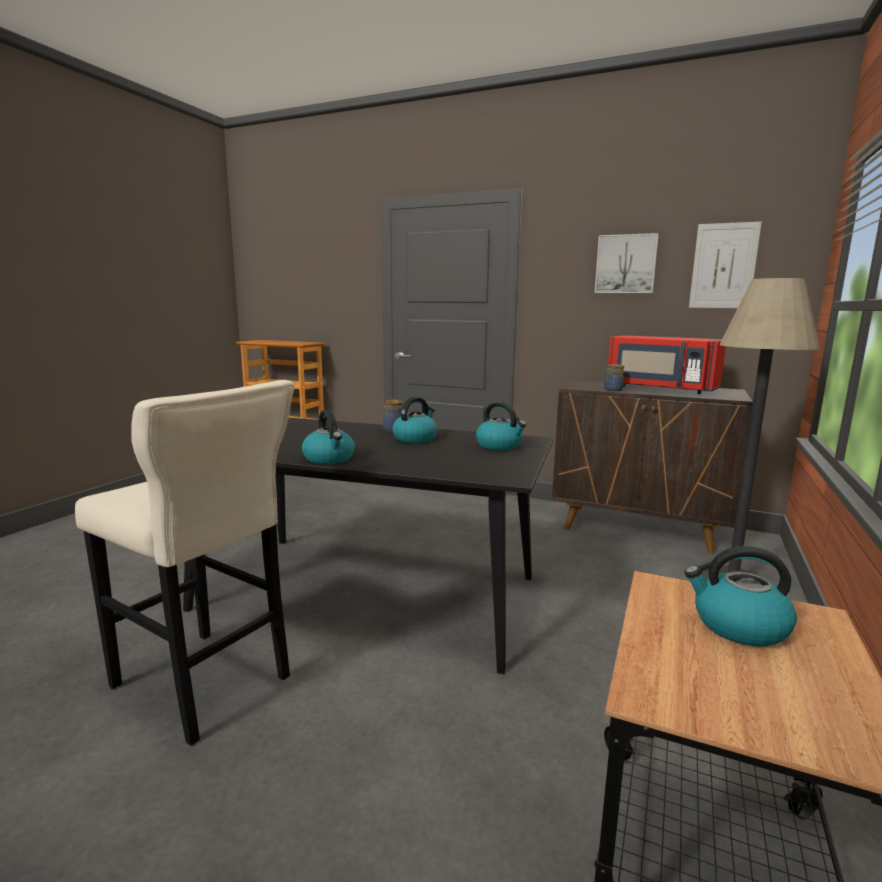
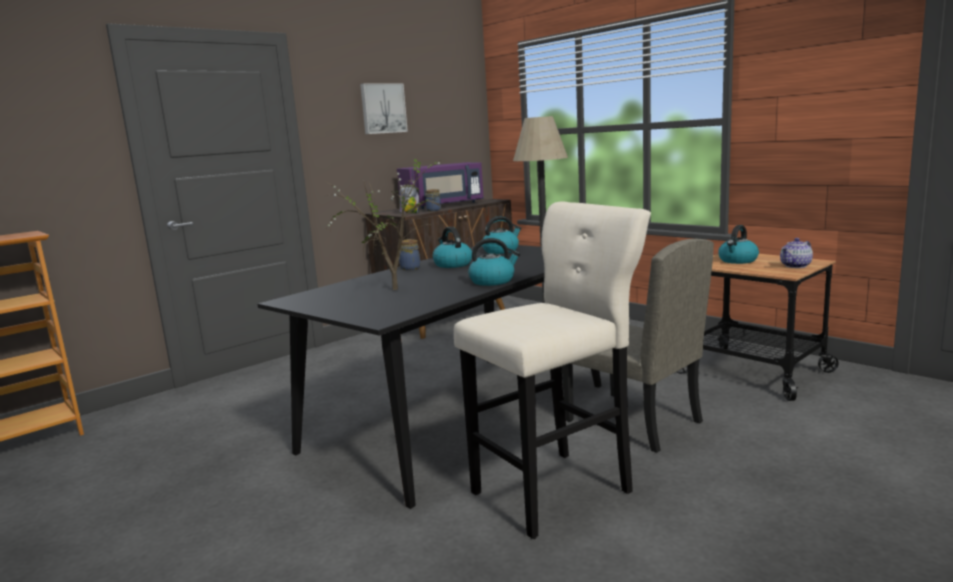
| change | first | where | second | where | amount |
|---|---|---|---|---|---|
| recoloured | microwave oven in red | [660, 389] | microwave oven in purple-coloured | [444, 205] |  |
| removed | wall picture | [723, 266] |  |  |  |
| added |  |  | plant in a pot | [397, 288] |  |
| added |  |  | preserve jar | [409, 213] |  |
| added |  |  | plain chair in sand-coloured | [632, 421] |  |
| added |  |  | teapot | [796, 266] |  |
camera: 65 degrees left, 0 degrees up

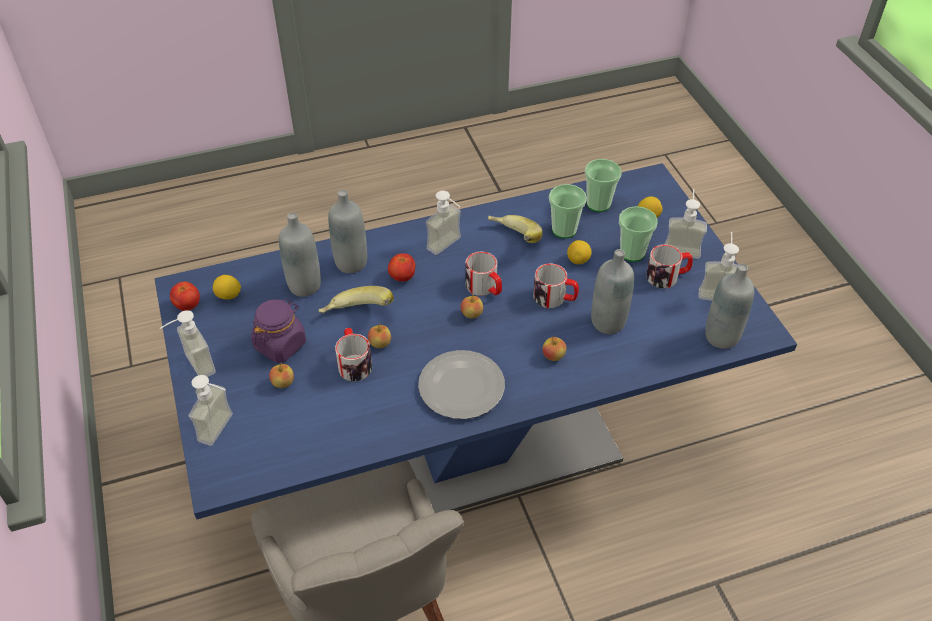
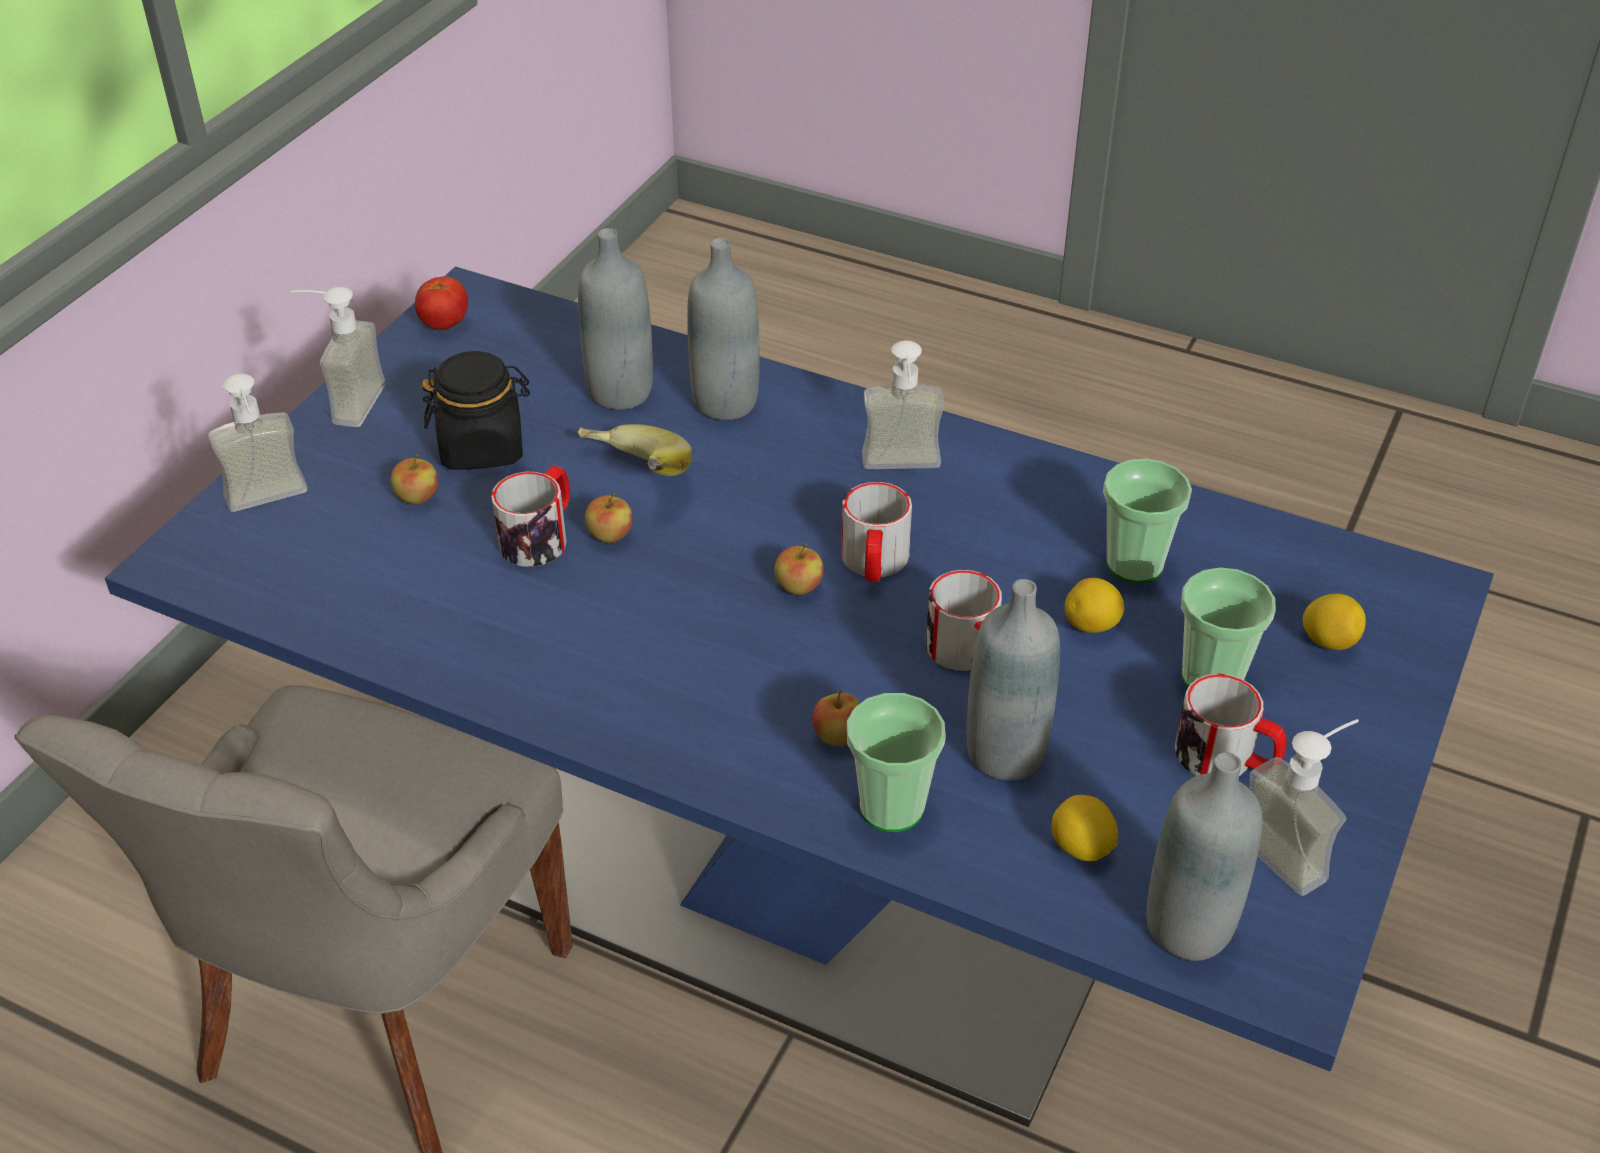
| change | first | where | second | where | amount |
|---|---|---|---|---|---|
| moved | whole lemon | [228, 296] |  | [1081, 848] |  |
| recoloured | preserve jar in purple-coloured | [280, 345] | preserve jar in black-coloured | [483, 447] |  |
| removed | whole tomato | [402, 277] |  |  |  |
| removed | plate | [461, 388] |  |  |  |
| removed | banana | [512, 241] |  |  |  |
| moved | cup | [598, 204] |  | [891, 807] |  |
| removed | soap dispenser | [682, 246] |  |  |  |
camera: 45 degrees right, 5 degrees down

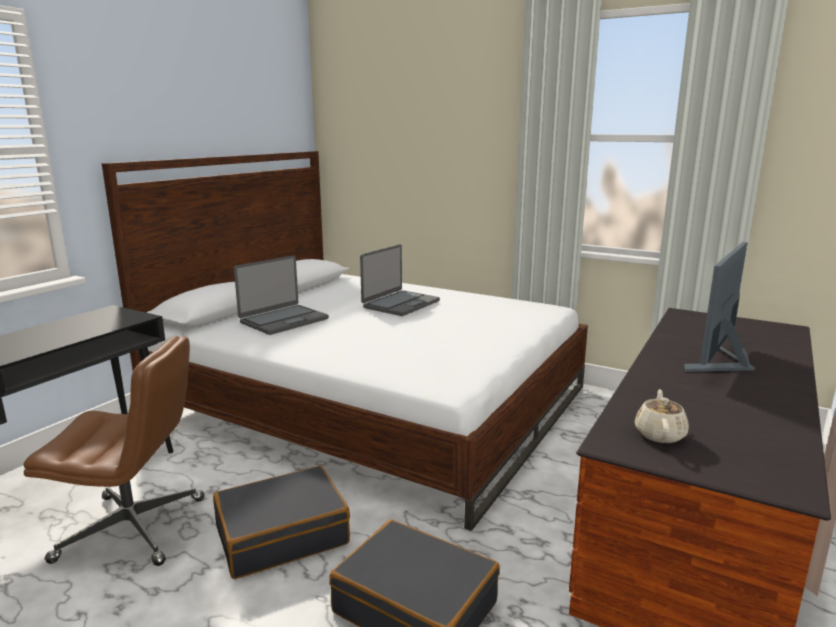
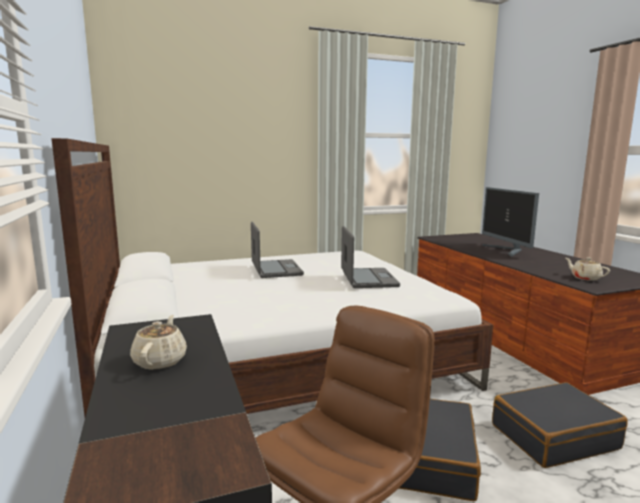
| change | first | where | second | where | amount |
|---|---|---|---|---|---|
| moved | laptop | [283, 320] |  | [368, 279] |  |
| added |  |  | teapot in sand-coloured | [160, 360] |  |
camera: 50 degrees left, 5 degrees down

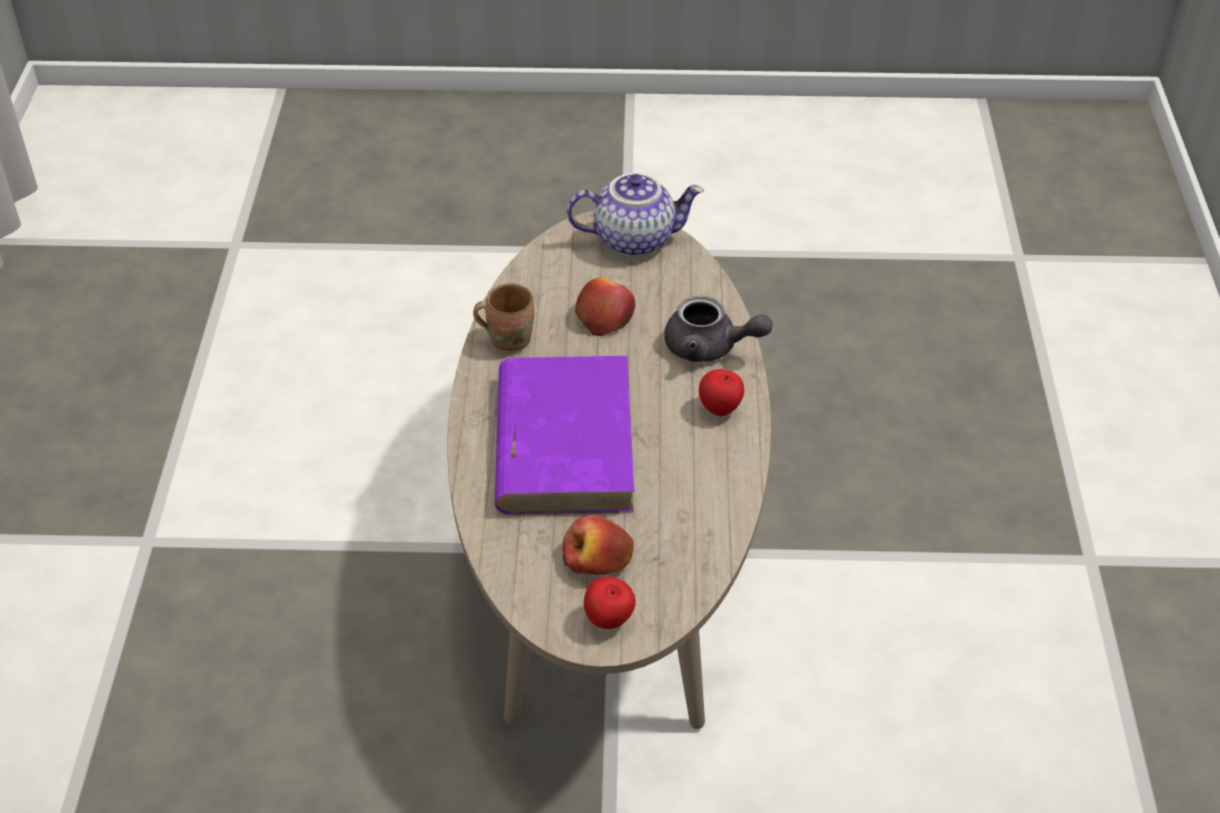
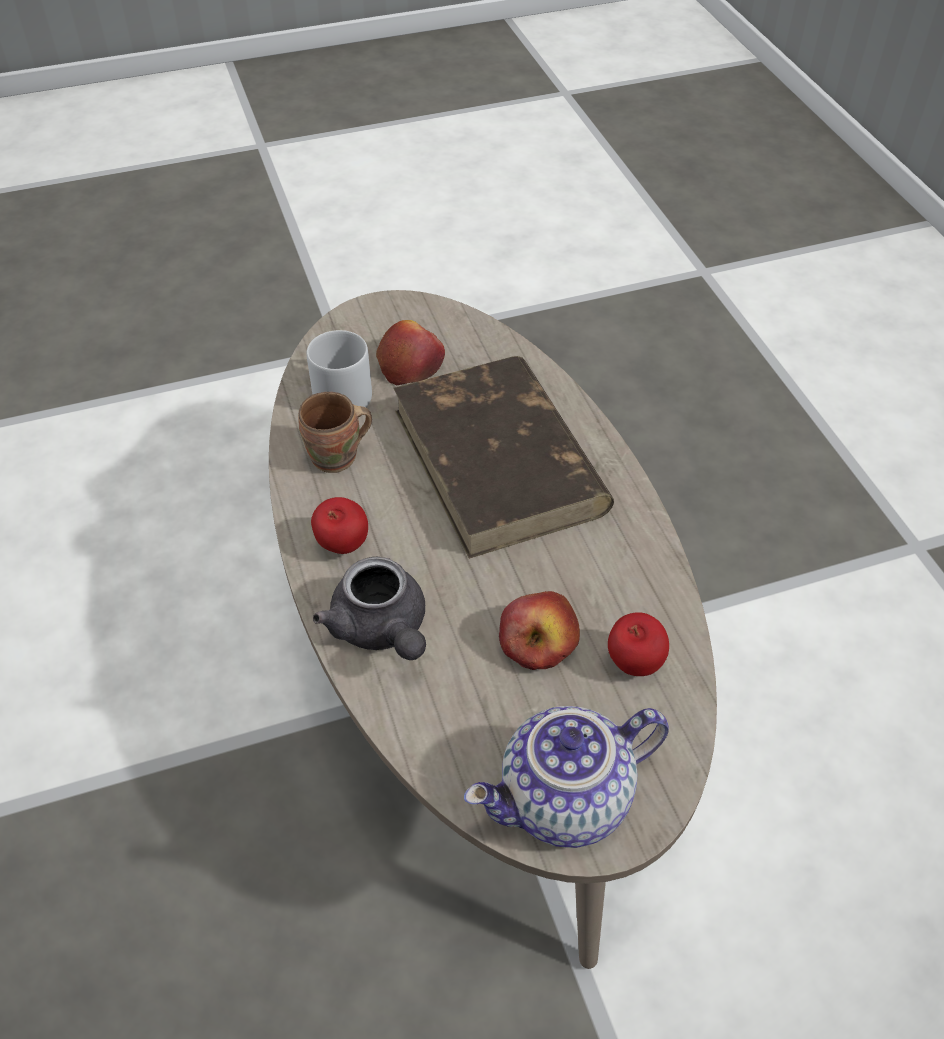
| change | first | where | second | where | amount |
|---|---|---|---|---|---|
| moved | mug in brownish | [508, 339] |  | [337, 458] |  |
| recoloured | volume in purple-coloured | [564, 441] | volume in brownish | [499, 462] |  |
| moved | apple fruit | [609, 621] |  | [633, 663] |  |
| turned | teapot in greyish | [710, 348] |  | [382, 630] | 120 degrees counterclockwise |
| added |  |  | mug in greyish | [342, 392] |  |
camera: 160 degrees right, 5 degrees up

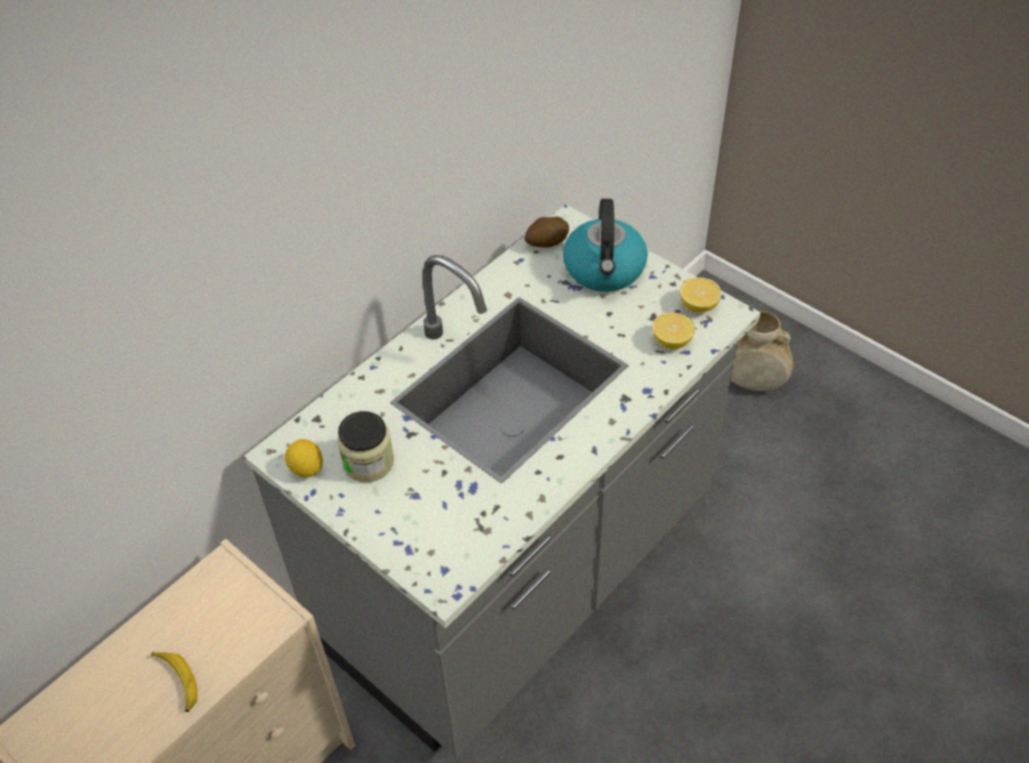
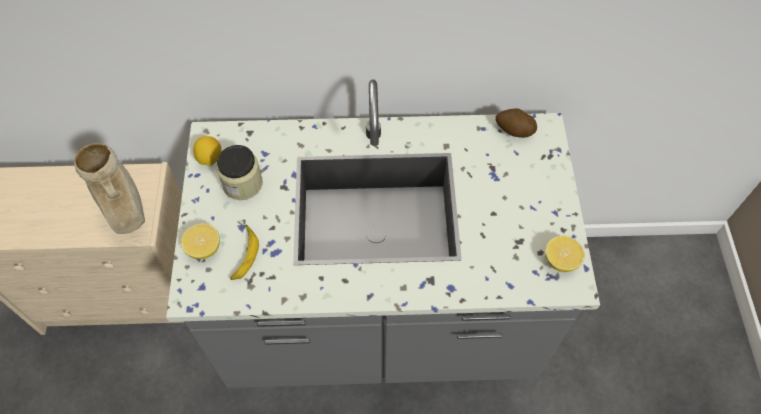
| change | first | where | second | where | amount |
|---|---|---|---|---|---|
| moved | banana | [178, 682] |  | [244, 255] |  |
| removed | kettle | [604, 270] |  |  |  |
| moved | whole lemon | [671, 341] |  | [204, 248] |  |
| moved | flower vase in sand-coloured | [752, 383] |  | [128, 214] |  |
camera: 45 degrees right, 10 degrees up

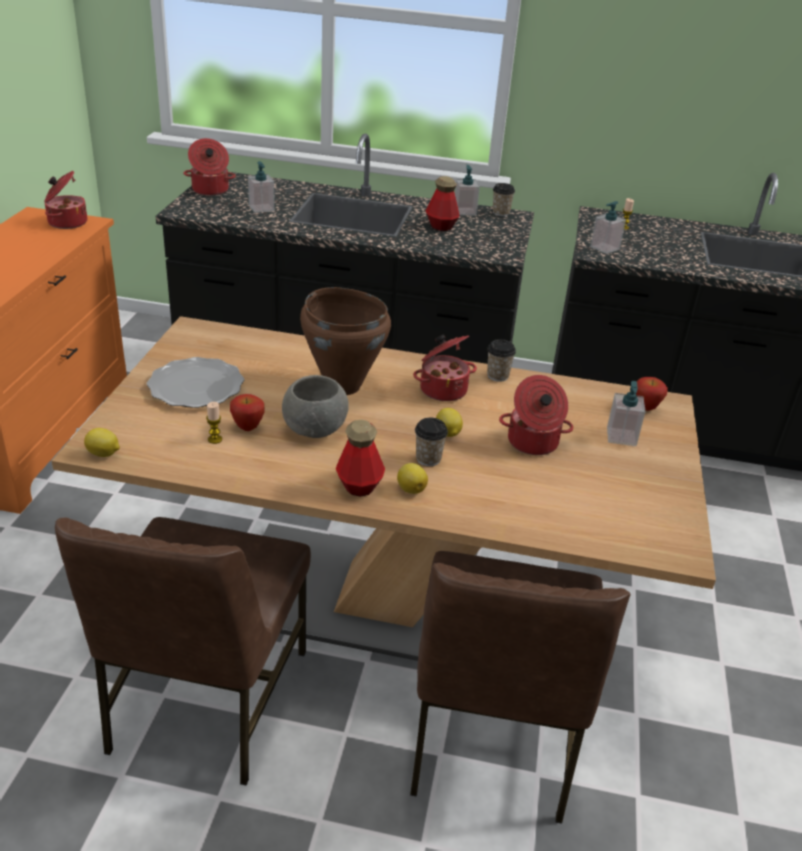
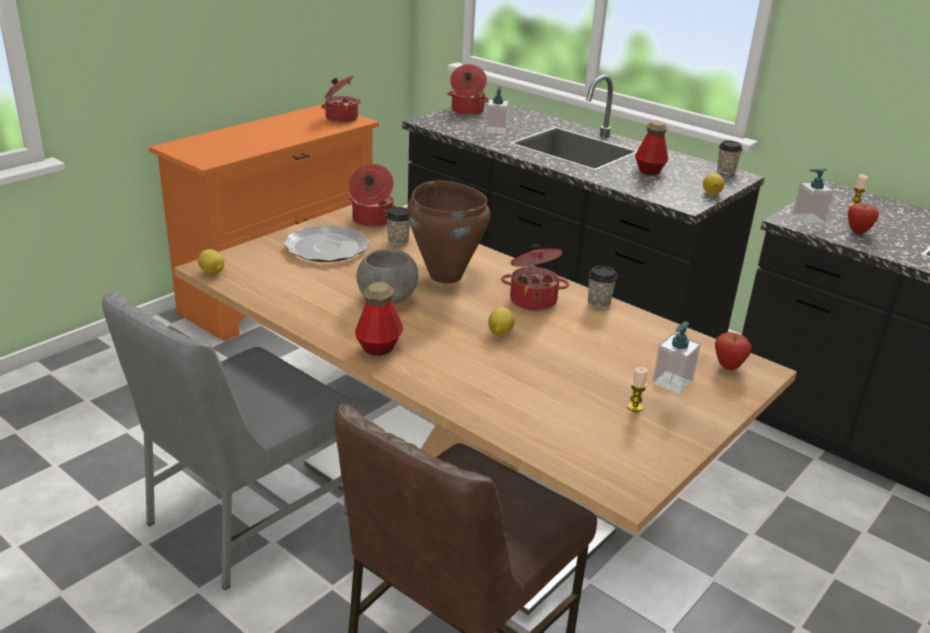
| change | first | where | second | where | amount |
|---|---|---|---|---|---|
| recoloured | plain chair in brownish | [205, 701] | plain chair in greyish | [245, 517] |  |
| moved | candle | [215, 439] |  | [634, 407] |  |
| moved | apple fruit | [248, 428] |  | [857, 232] |  |
| moved | whole lemon | [411, 489] |  | [711, 193] |  |
| moved | cup | [428, 459] |  | [398, 241] |  |
| removed | soap dispenser | [464, 211] |  |  |  |
| moved | cooking pot | [532, 443] |  | [371, 220] |  |
camera: 30 degrees right, 5 degrees down

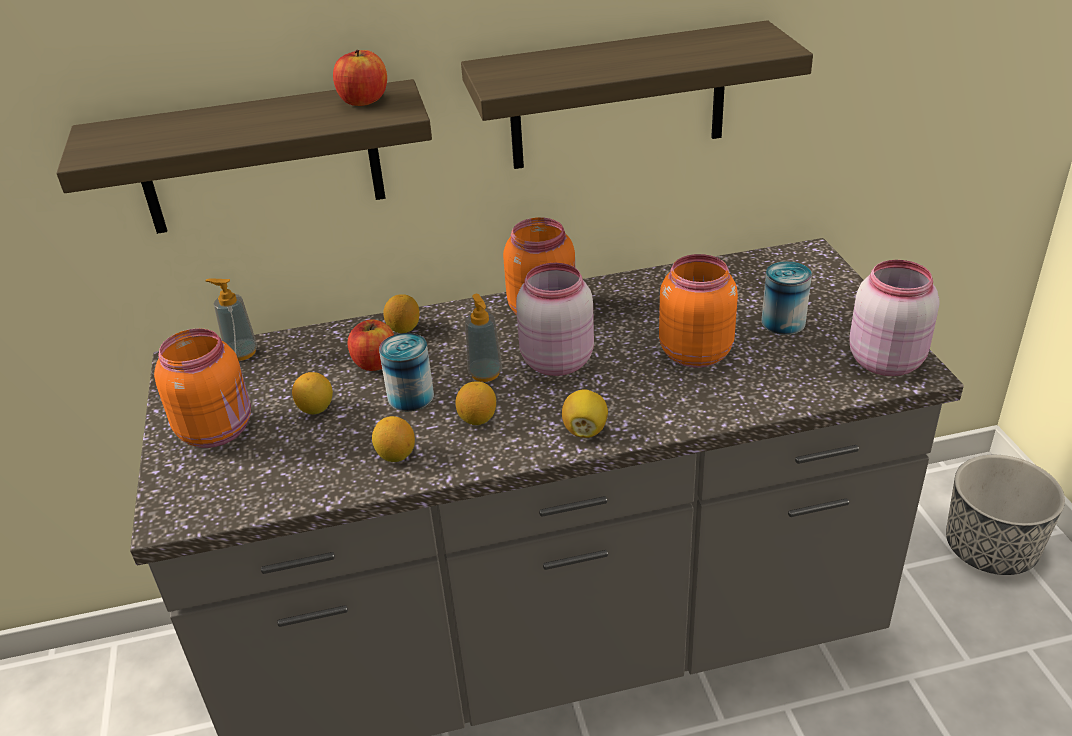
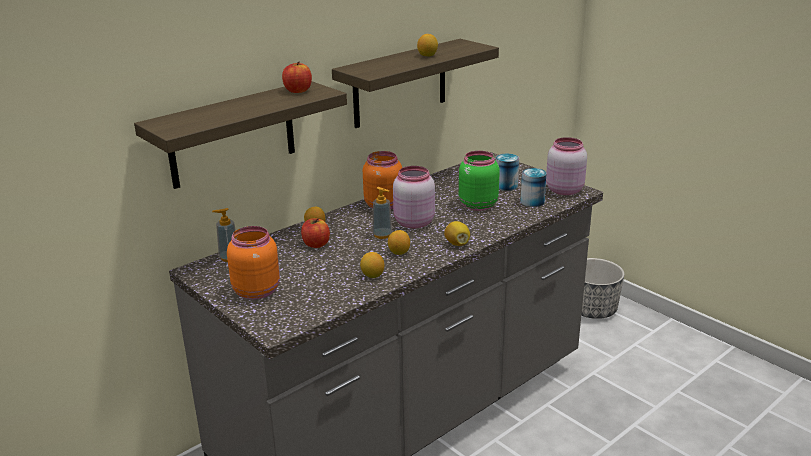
| change | first | where | second | where | amount |
|---|---|---|---|---|---|
| moved | whole lemon | [316, 409] |  | [427, 56] |  |
| moved | metal can | [410, 396] |  | [532, 202] |  |
| recoloured | preserve jar in orange | [693, 352] | preserve jar in green | [477, 205] |  |
camera: 30 degrees left, 10 degrees down

